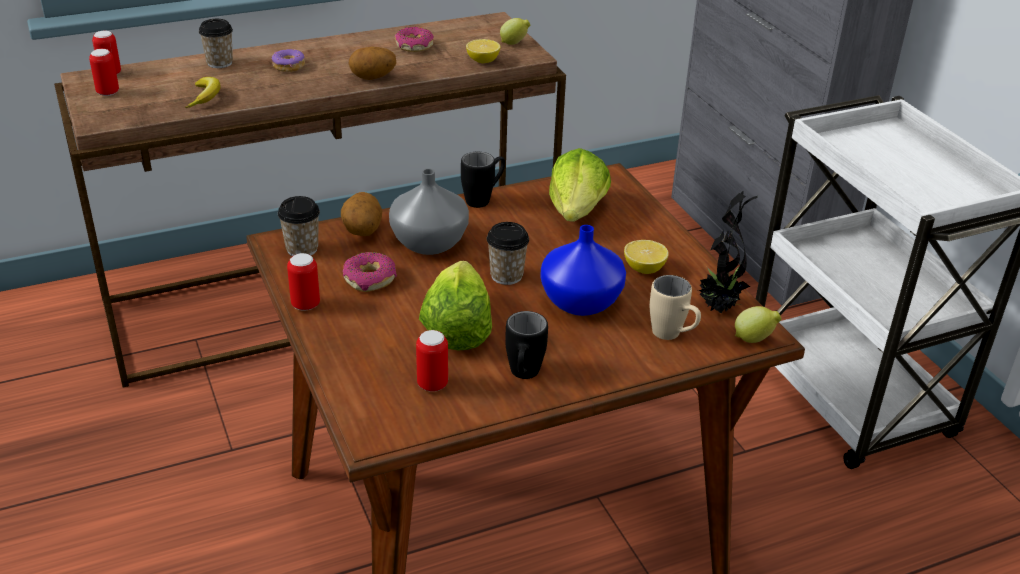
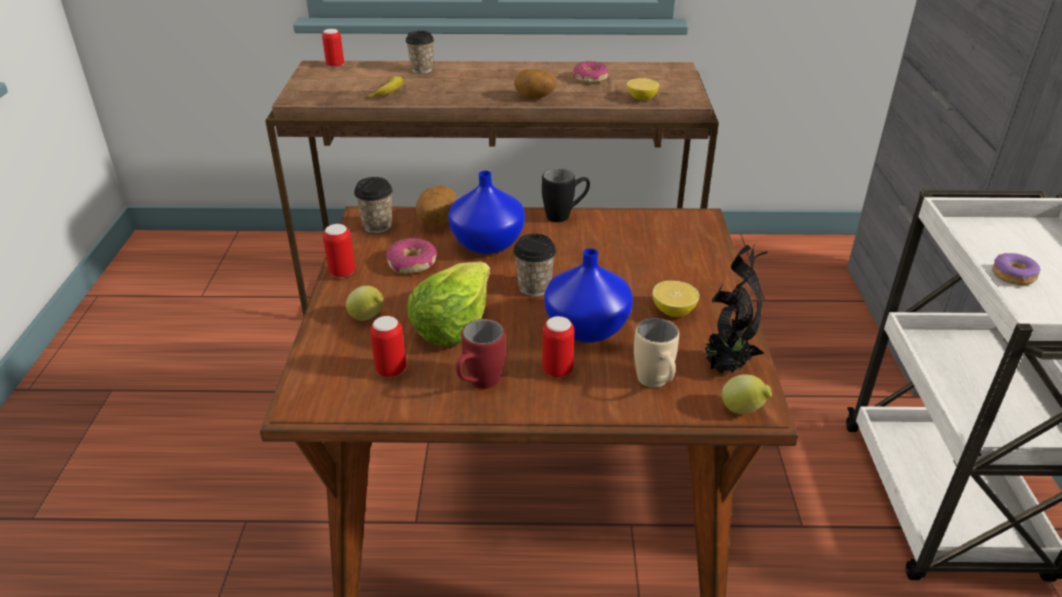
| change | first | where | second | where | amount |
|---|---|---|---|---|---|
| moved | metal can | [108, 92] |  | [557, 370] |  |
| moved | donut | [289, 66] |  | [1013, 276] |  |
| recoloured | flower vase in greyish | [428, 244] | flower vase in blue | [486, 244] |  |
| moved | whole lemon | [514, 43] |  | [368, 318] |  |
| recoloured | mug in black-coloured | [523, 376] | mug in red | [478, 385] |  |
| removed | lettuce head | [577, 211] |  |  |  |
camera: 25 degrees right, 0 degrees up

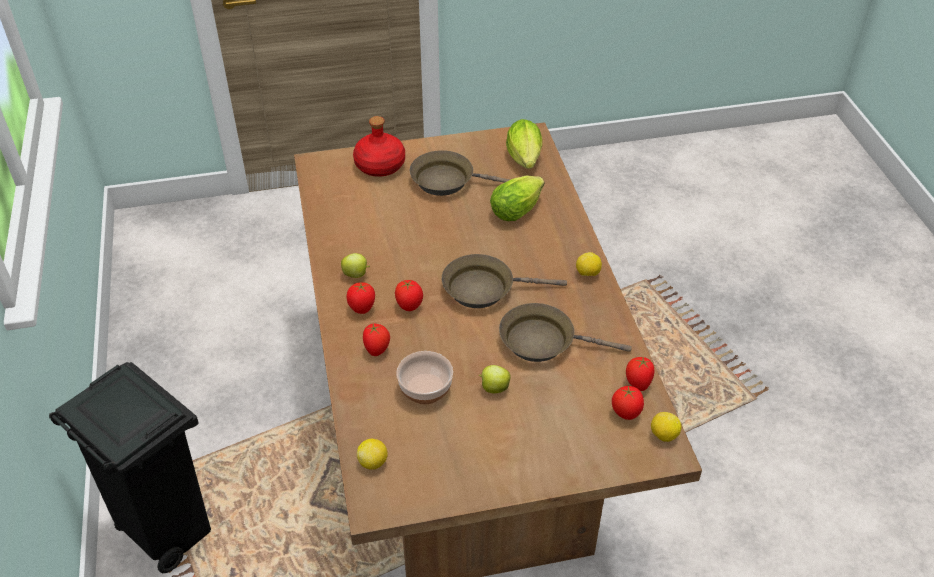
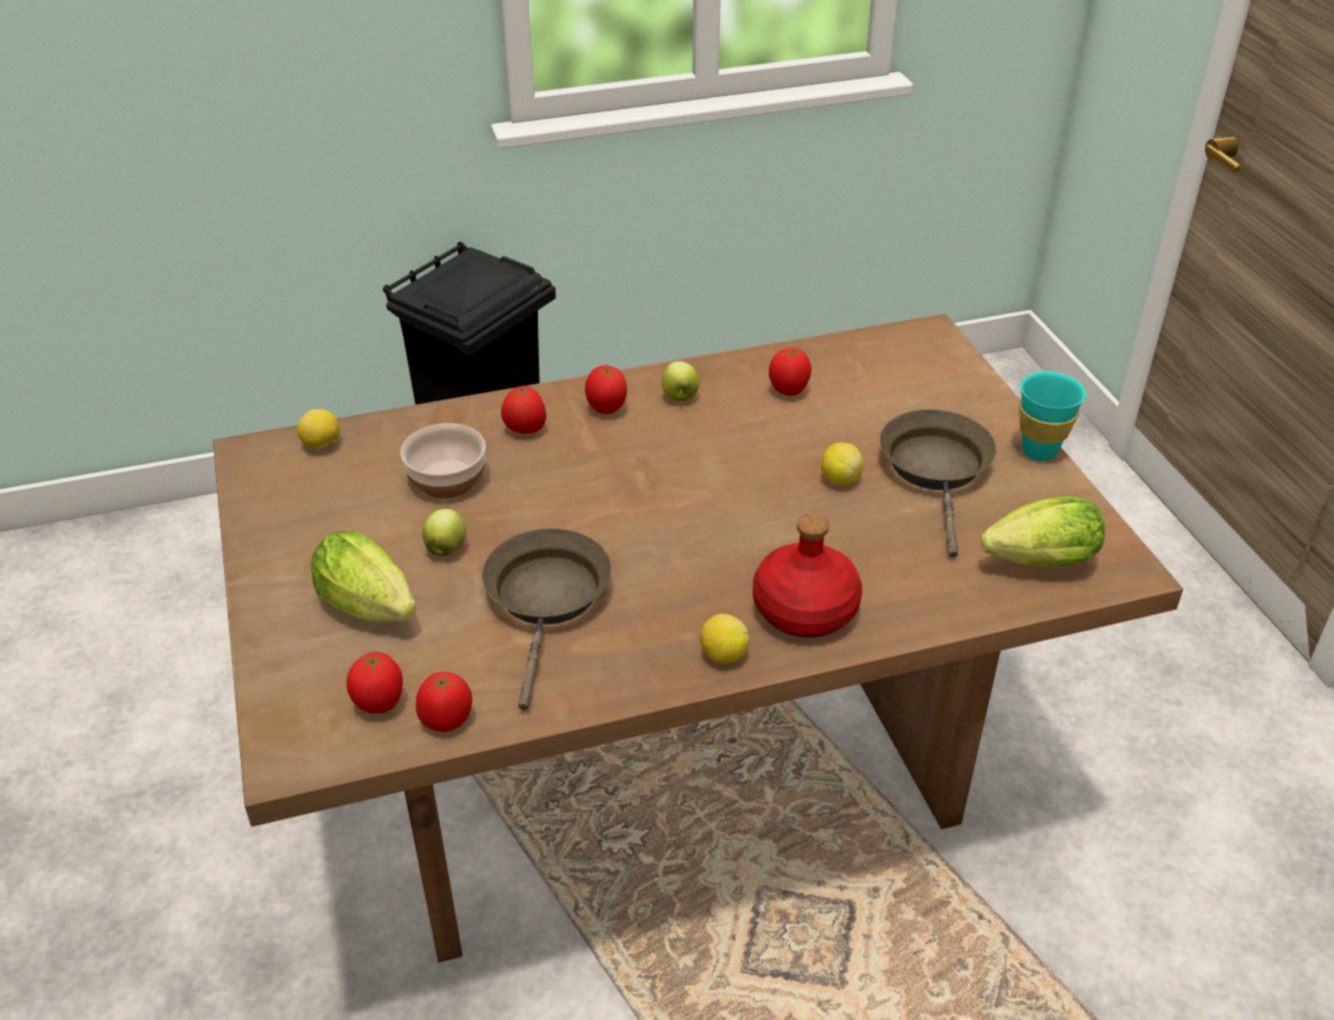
| change | first | where | second | where | amount |
|---|---|---|---|---|---|
| moved | beverage bottle in red | [380, 165] |  | [805, 610] |  |
| moved | whole tomato | [409, 306] |  | [789, 391] |  |
| removed | skillet in brownish | [484, 288] |  |  |  |
| moved | lettuce head | [518, 209] |  | [373, 610] |  |
| moved | whole lemon | [663, 435] |  | [840, 479] |  |
| added |  |  | cup in blue-green | [1039, 451] |  |
camera: 85 degrees right, 5 degrees down

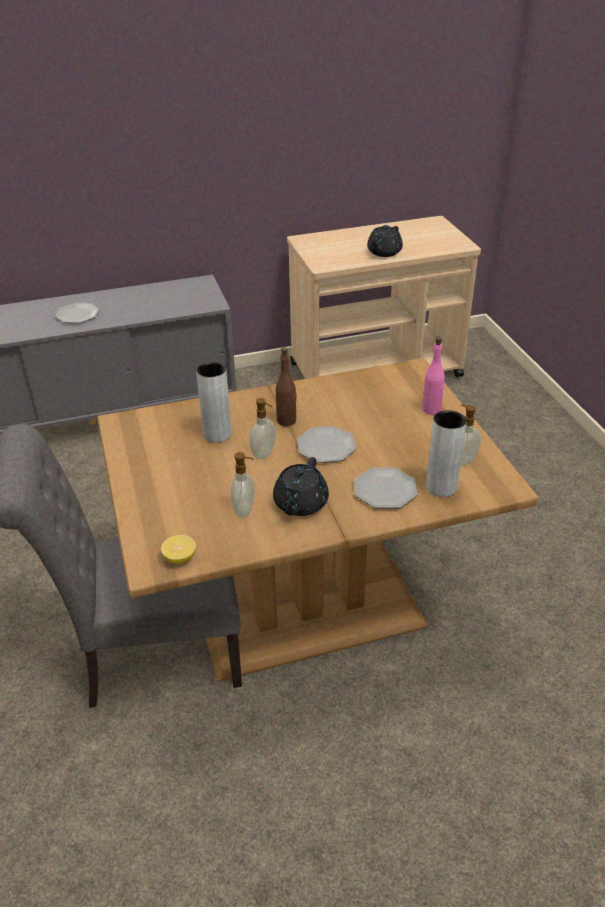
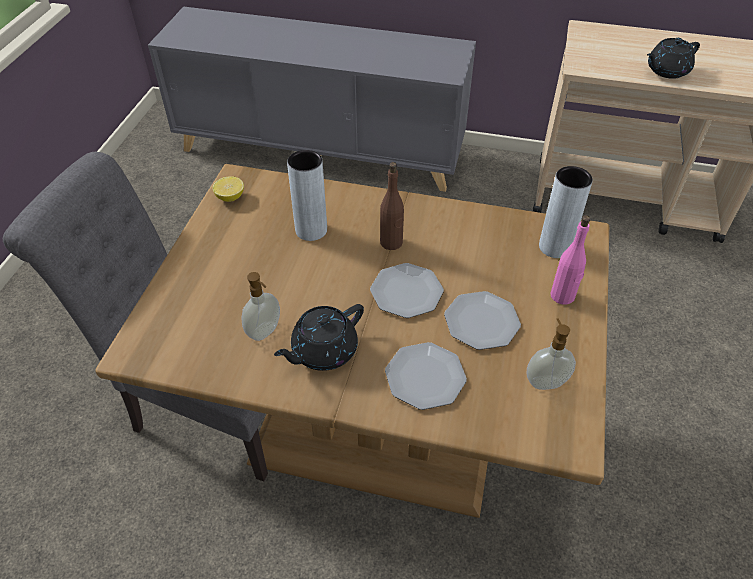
| change | first | where | second | where | amount |
|---|---|---|---|---|---|
| moved | plate | [78, 315] |  | [481, 322] |  |
| moved | whole lemon | [180, 558] |  | [230, 197] |  |
| removed | soap dispenser | [264, 454] |  |  |  |
| moved | flower vase in greyish | [441, 487] |  | [555, 247] |  |
camera: 30 degrees right, 10 degrees up

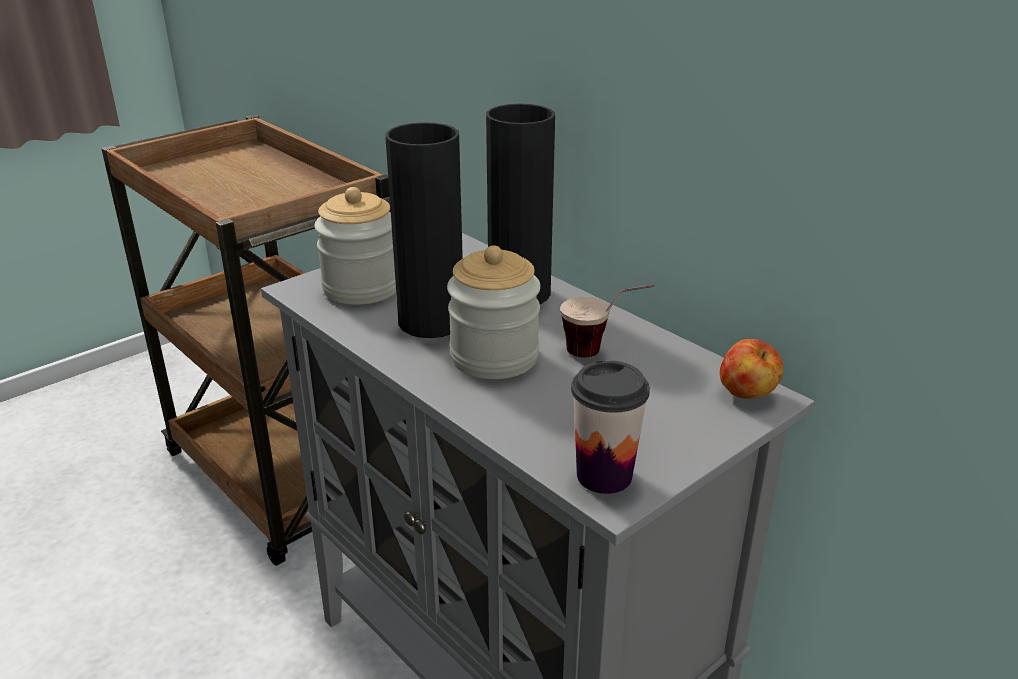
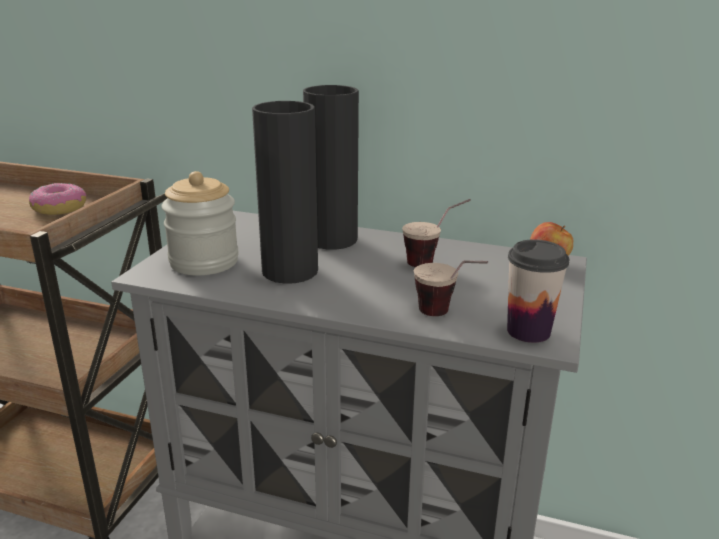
| change | first | where | second | where | amount |
|---|---|---|---|---|---|
| removed | preserve jar | [494, 357] |  |  |  |
| added |  |  | donut | [60, 208] |  |
| added |  |  | cup | [447, 316] |  |
camera: 30 degrees left, 5 degrees down

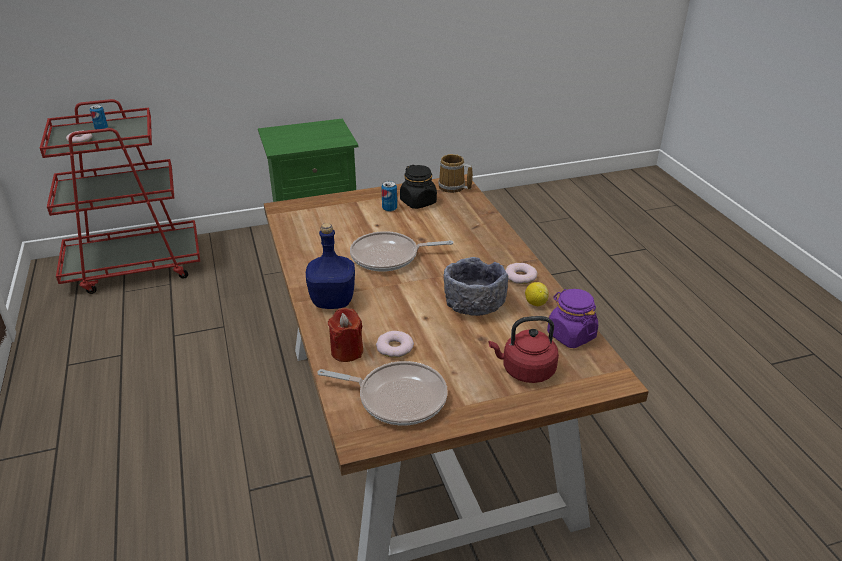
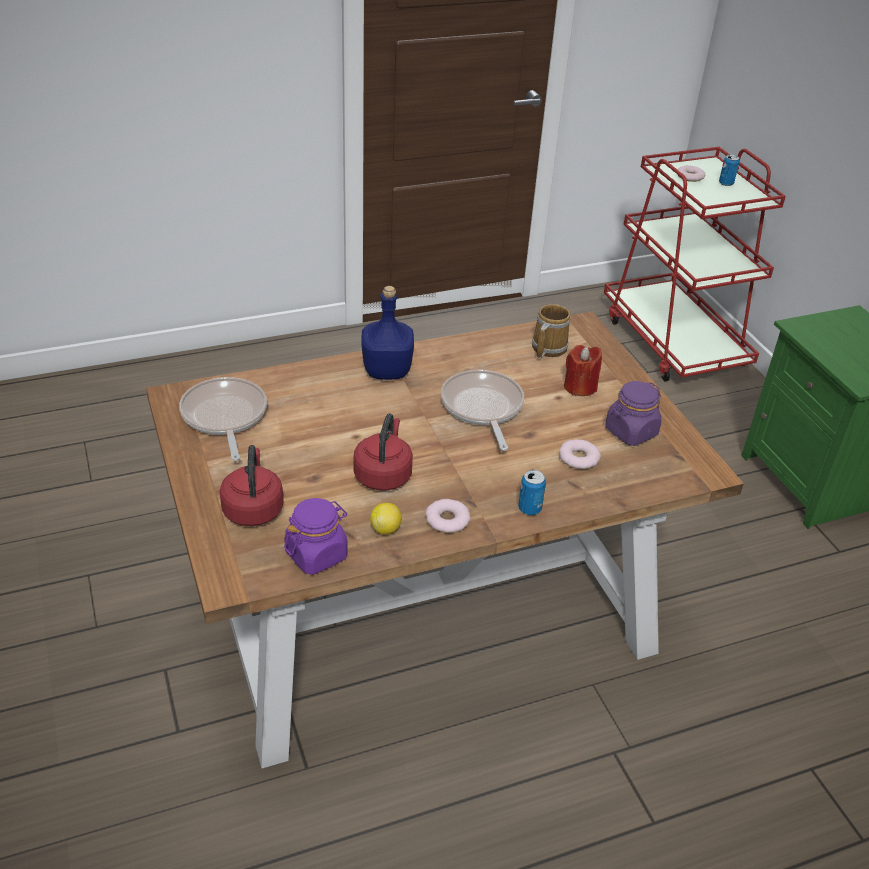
| change | first | where | second | where | amount |
|---|---|---|---|---|---|
| turned | skillet | [397, 397] |  | [224, 417] | 150 degrees clockwise |
| moved | candle in red | [347, 351] |  | [580, 387] |  |
| moved | donut | [394, 348] |  | [578, 458] |  |
| moved | metal can | [389, 208] |  | [529, 509] |  |
| recoloured | preserve jar in black-coloured | [418, 202] | preserve jar in purple-coloured | [631, 432] |  |
| moved | mug | [453, 187] |  | [547, 348] |  |
| replaced | bowl in greyish | [473, 304] | kettle in red | [383, 474] |  |
camera: 85 degrees right, 5 degrees up

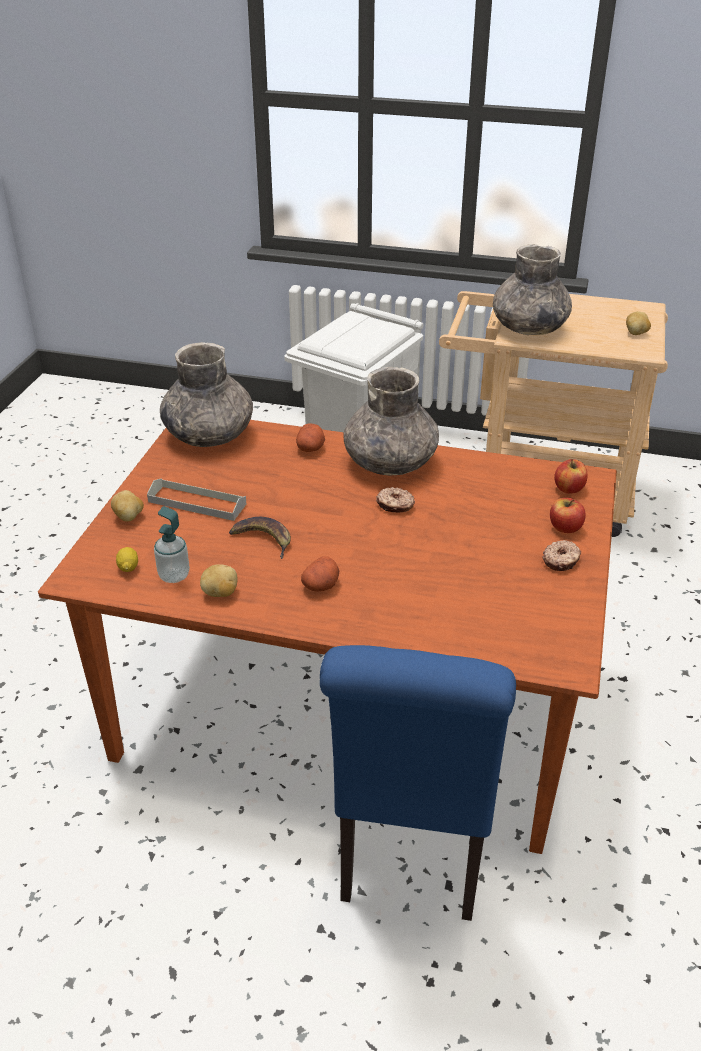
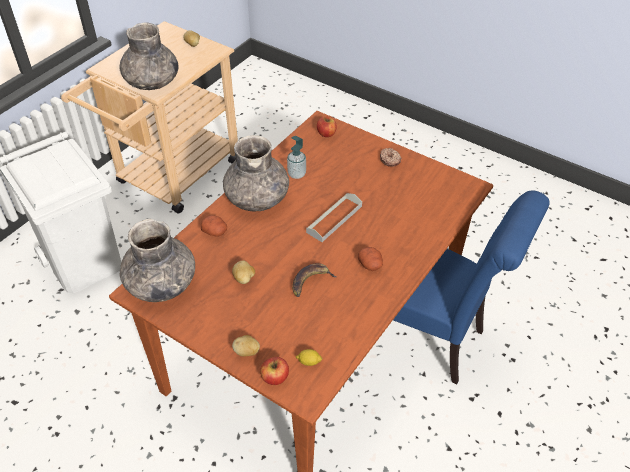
| change | first | where | second | where | amount |
|---|---|---|---|---|---|
| moved | tray in greyish | [197, 503] |  | [334, 219] |  |
| moved | soap dispenser | [174, 576] |  | [296, 174] |  |
| moved | potato | [220, 593] |  | [244, 279] |  |
| removed | donut | [395, 505] |  |  |  |
| moved | apple fruit | [565, 527] |  | [275, 377] |  |
camera: 70 degrees left, 10 degrees up

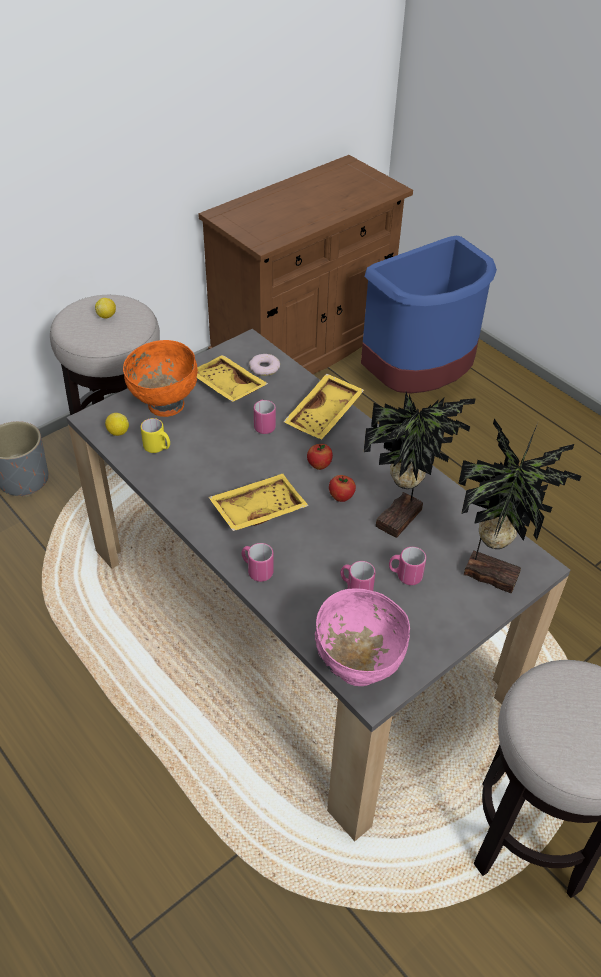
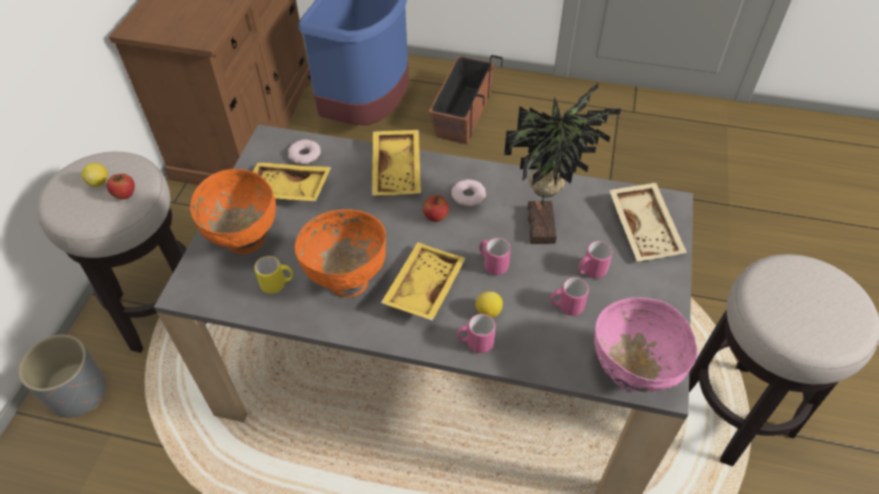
| change | first | where | second | where | amount |
|---|---|---|---|---|---|
| moved | whole lemon | [118, 432] |  | [488, 312] |  |
| moved | mug in pink-coloured | [264, 425] |  | [492, 264] |  |
| moved | apple fruit | [341, 497] |  | [125, 195] |  |
| replaced | plant in a pot | [491, 572] | tray in sand-coloured | [645, 229] |  |
| added |  |  | bowl in orange | [348, 279] |  |
| added |  |  | plant pot | [463, 114] |  |
| added |  |  | donut | [468, 195] |  |
camera: 35 degrees left, 5 degrees up

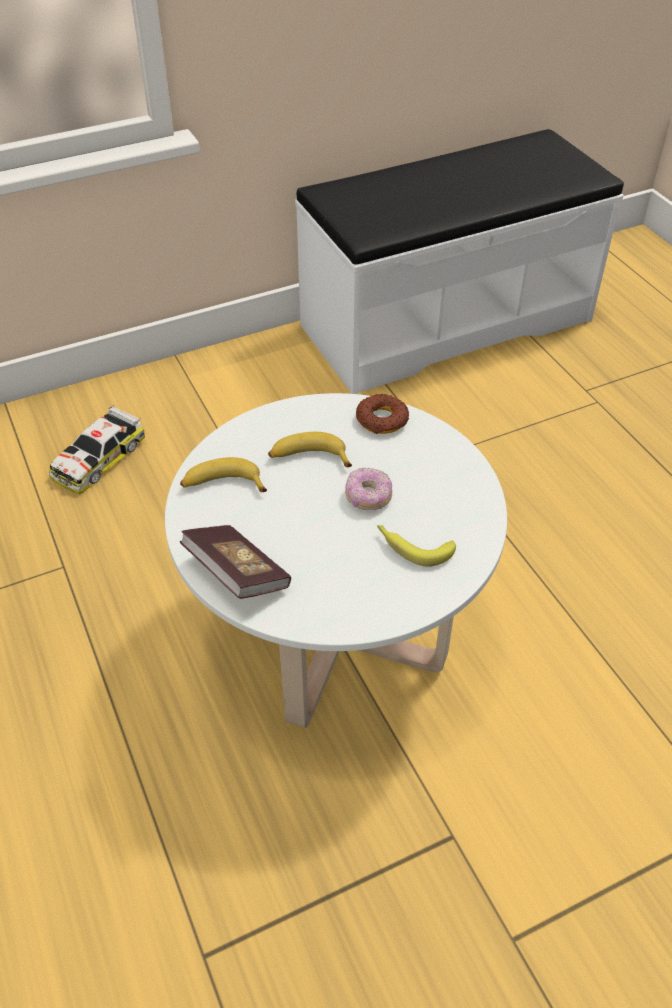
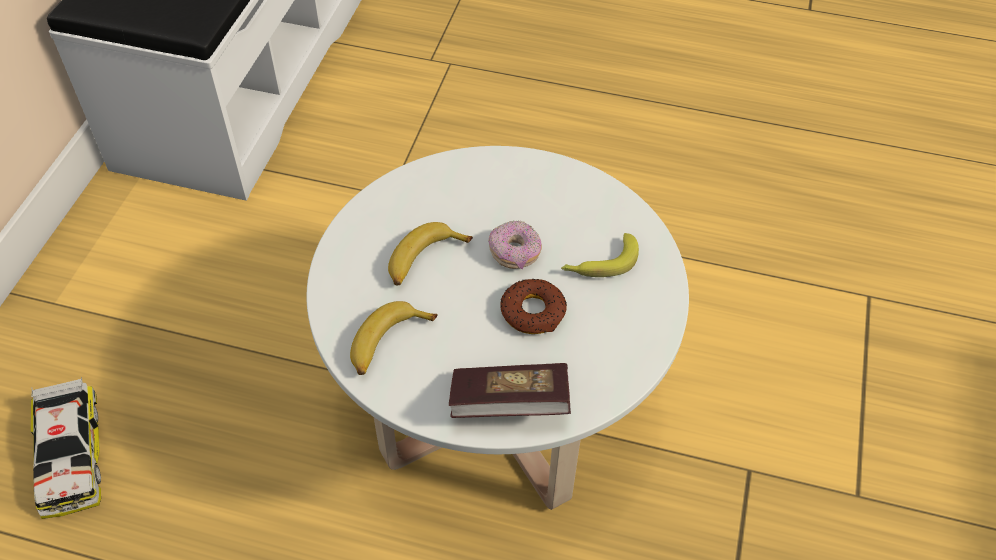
| change | first | where | second | where | amount |
|---|---|---|---|---|---|
| moved | donut | [382, 419] |  | [533, 312] |  |
camera: 50 degrees left, 5 degrees up

